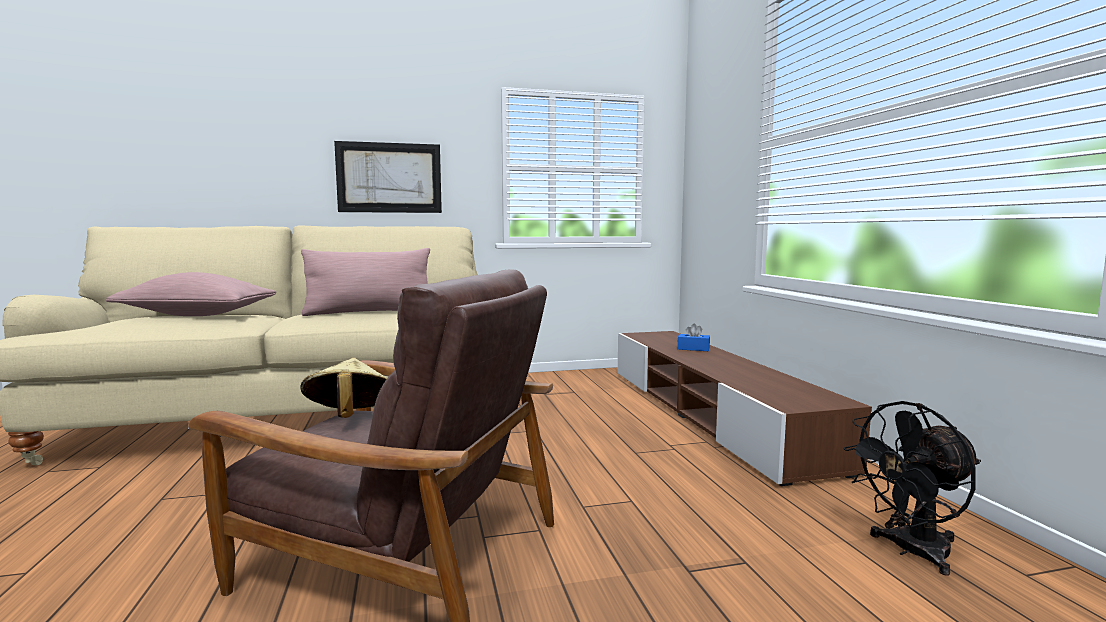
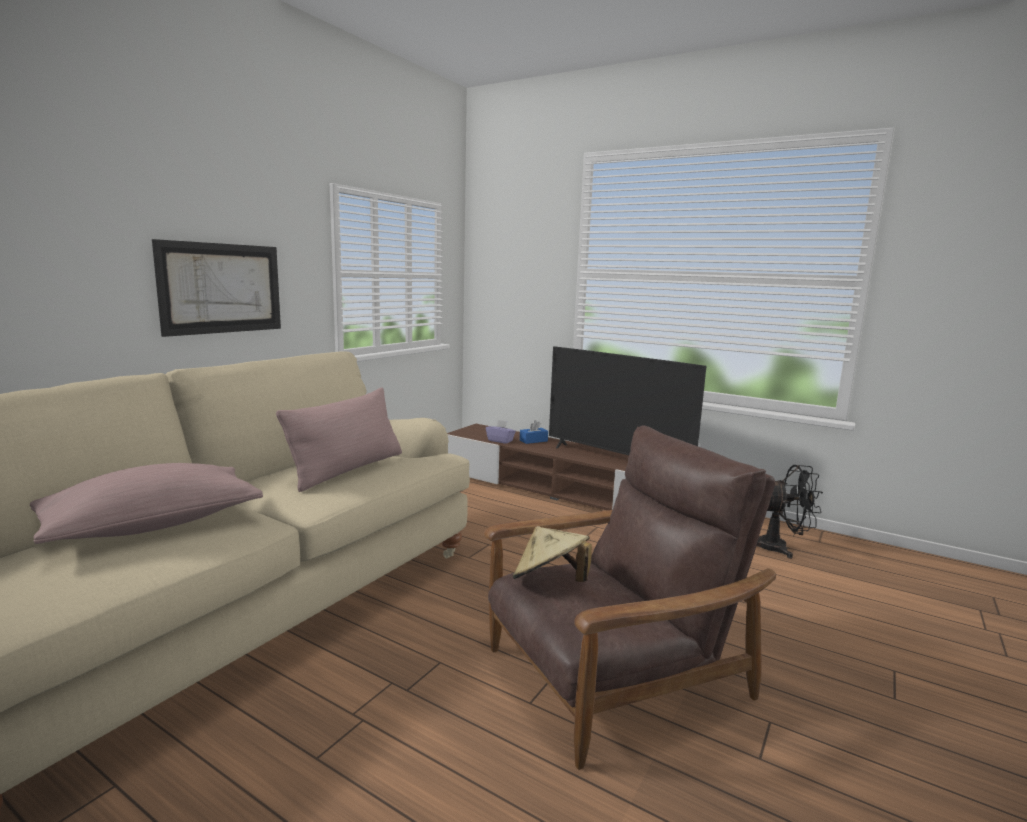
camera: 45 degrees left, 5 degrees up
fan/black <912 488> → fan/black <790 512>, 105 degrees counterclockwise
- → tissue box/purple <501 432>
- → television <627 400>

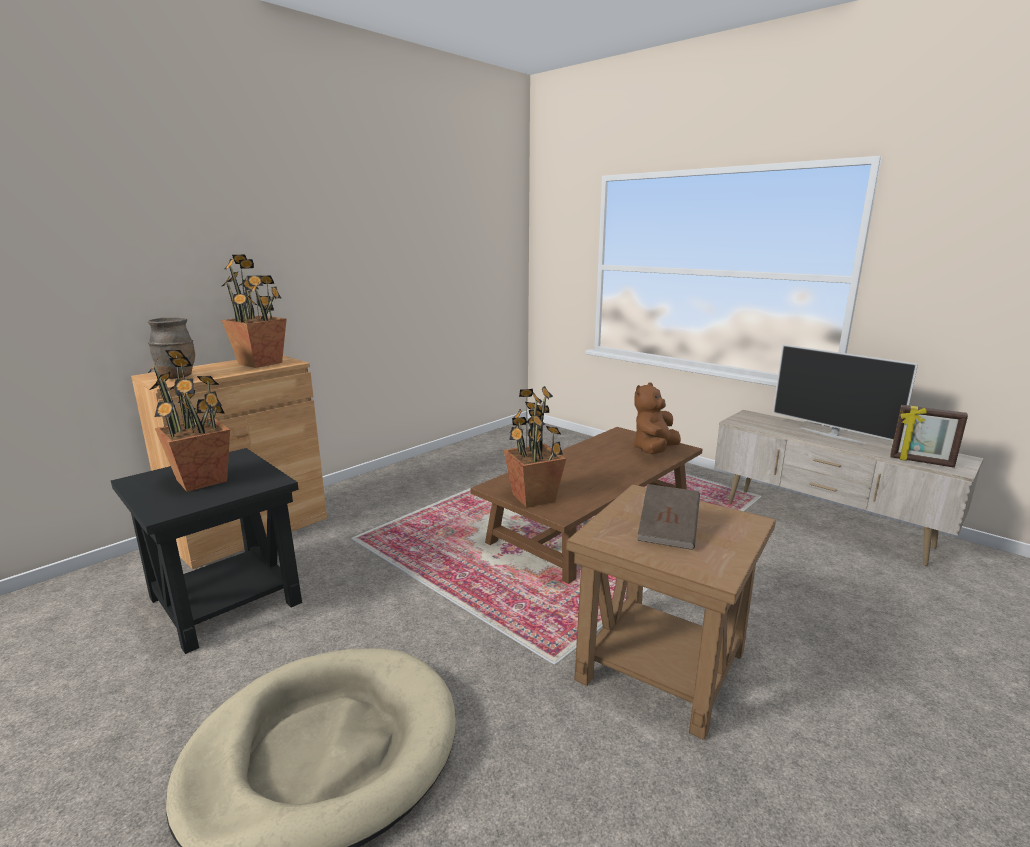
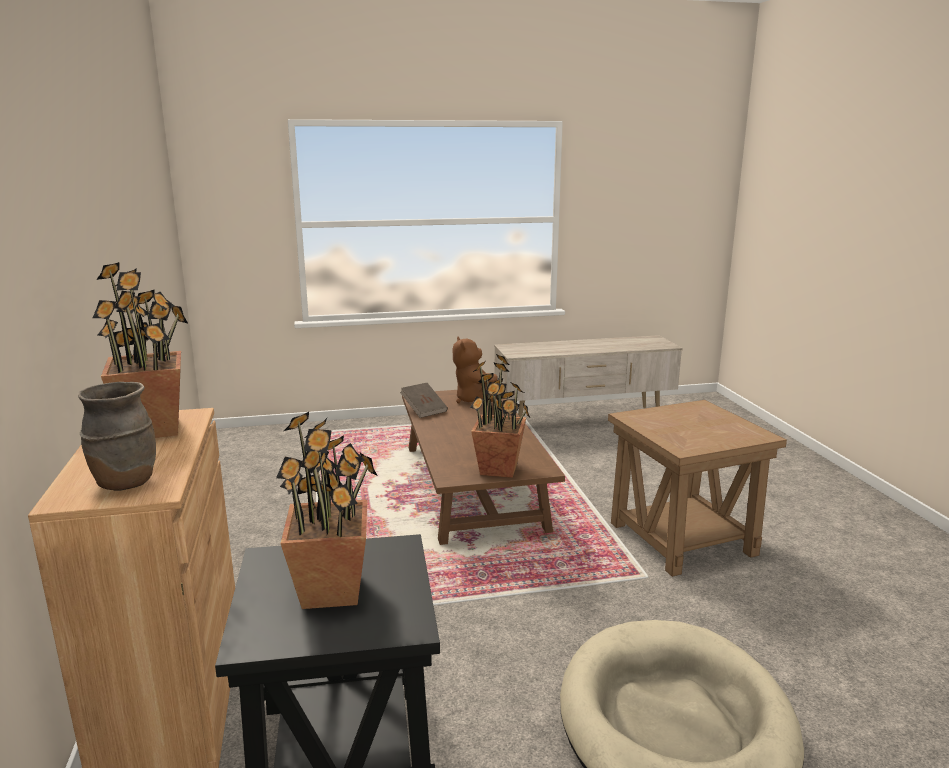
camera: 55 degrees left, 0 degrees up
book/brown <669 517> → book/brown <424 400>, relocated
television <845 394> → -
picture frame <929 436> → -

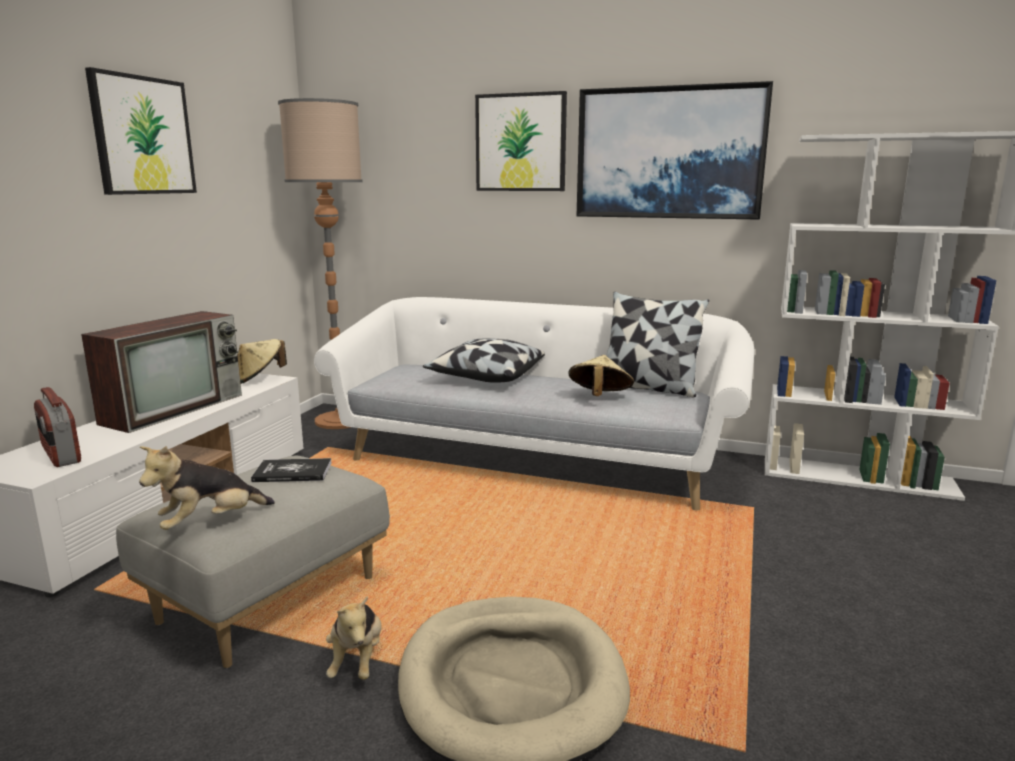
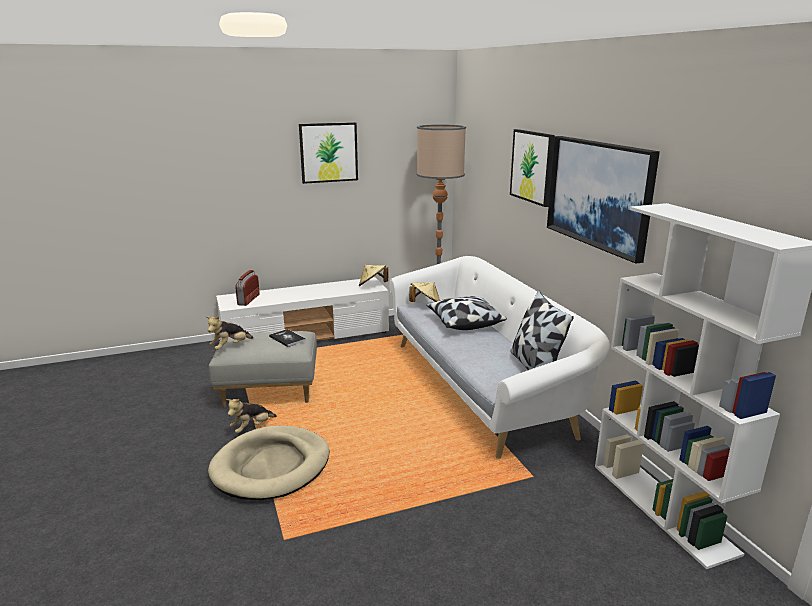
camera: 50 degrees right, 5 degrees up
television <161 372> → -
plush toy <207 488> → plush toy <230 333>, 60 degrees counterclockwise
hat/beige <601 375> → hat/beige <424 292>, relocated

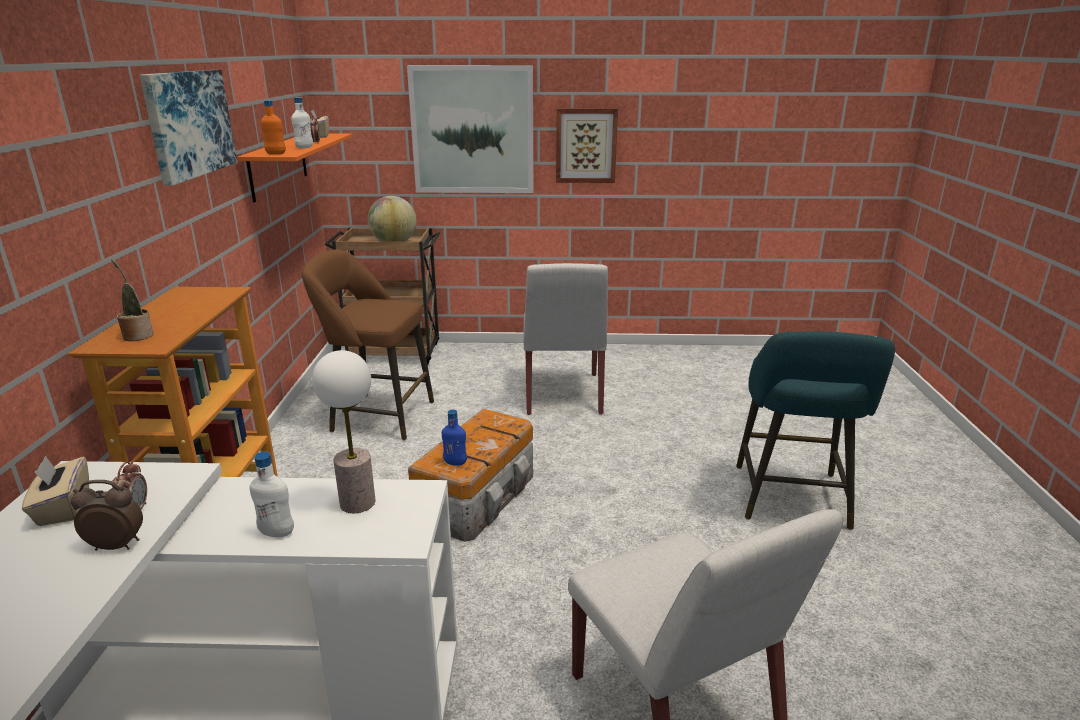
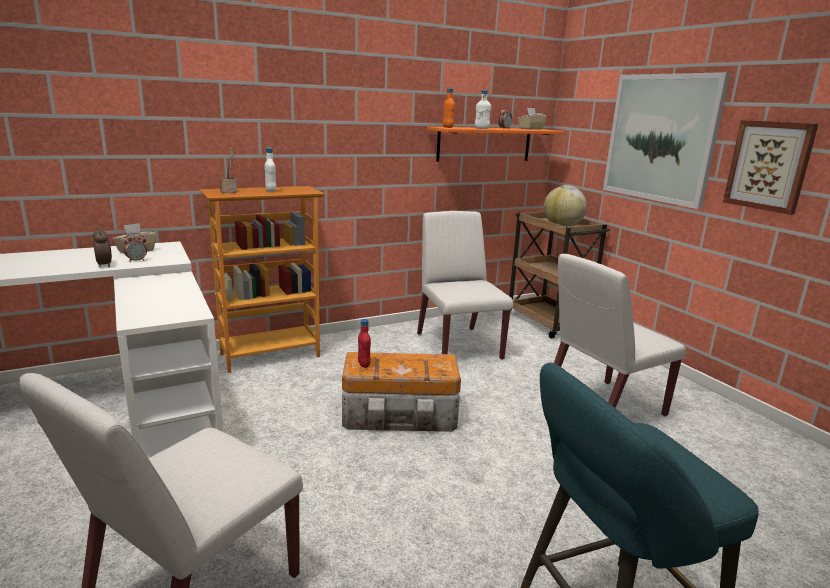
camera: 60 degrees right, 5 degrees down
picture <188 128> → -
bottle/white <272 494> → bottle/white <270 170>, relocated
stool/brown <368 345> → chair/white <465 285>
table lamp <344 431> → -
bottle/blue <454 437> → bottle/red <364 343>

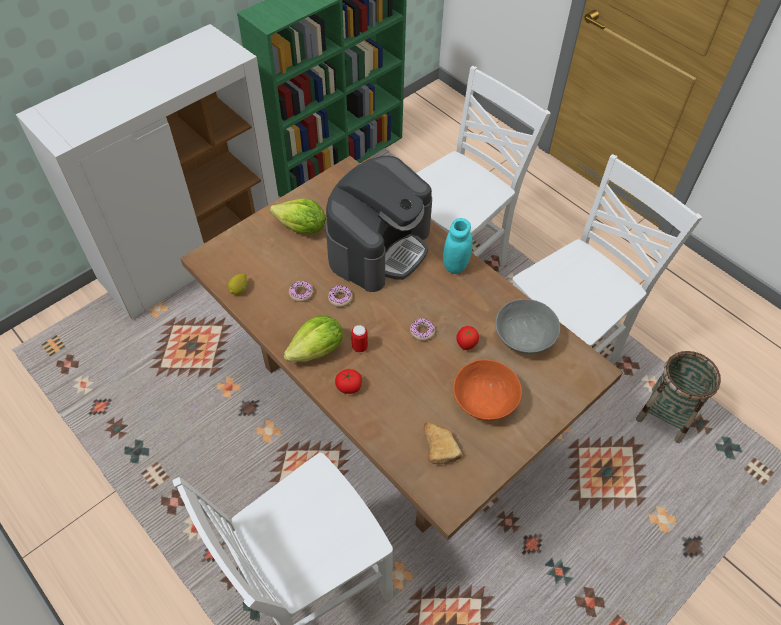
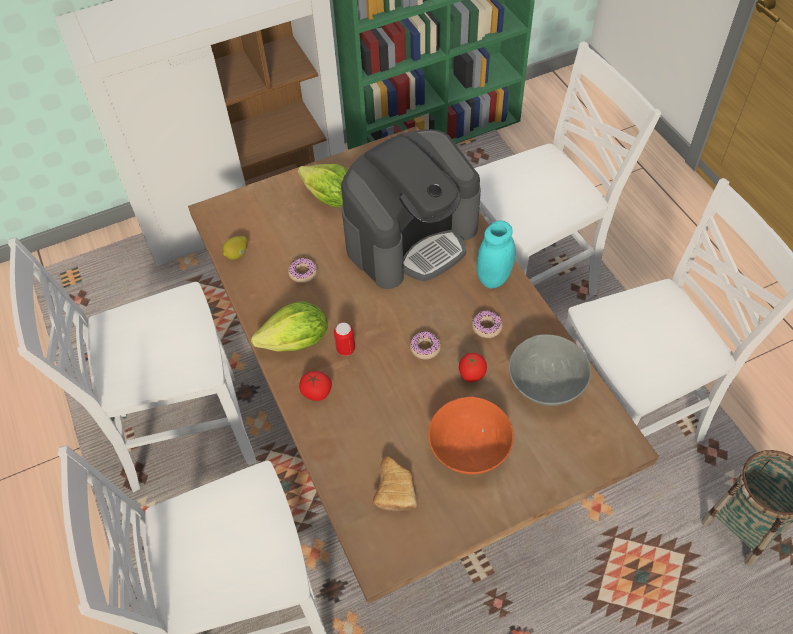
camera: 20 degrees right, 0 degrees up
donut <340 296> → donut <487 324>, relocated
- → chair/white <132 365>

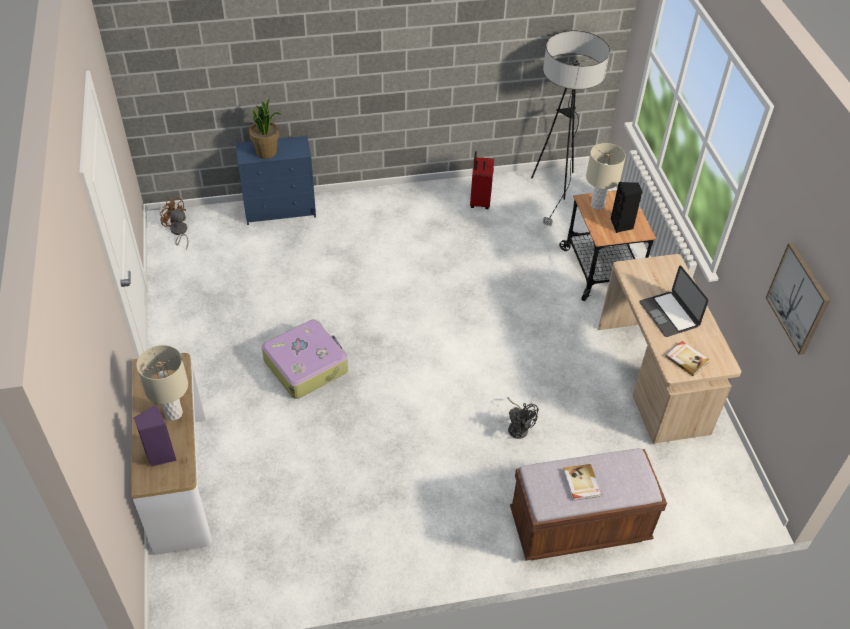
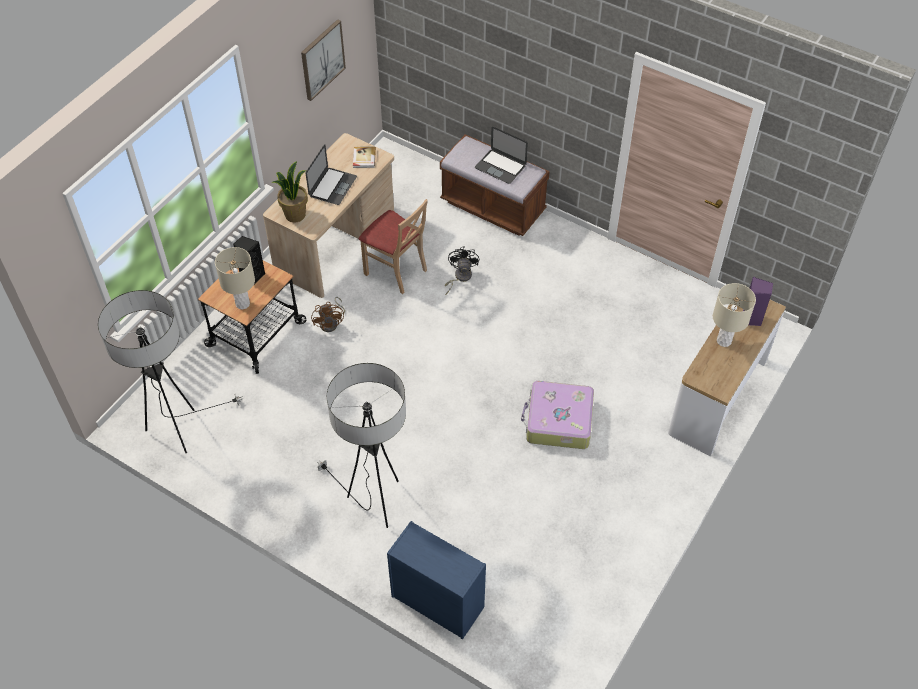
camera: 135 degrees left, 5 degrees up
fan/brown <174 223> → fan/brown <328 314>, relocated
potted plant <265 129> → potted plant <290 191>, relocated
suitcase/red <482 180> → -
book <582 482> → laptop <501 155>
- → floor lamp <361 445>
- → chair/beige <393 246>

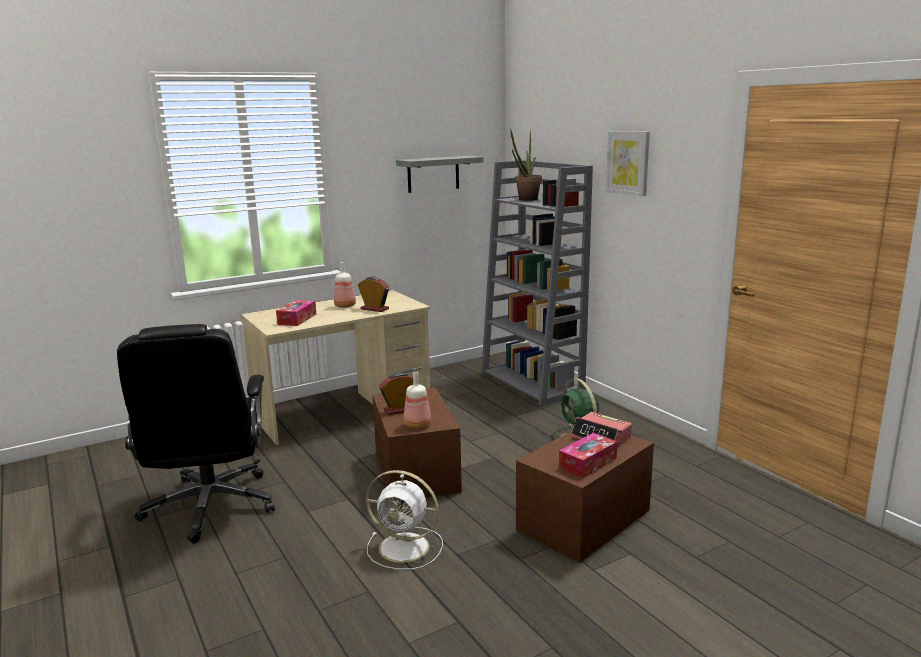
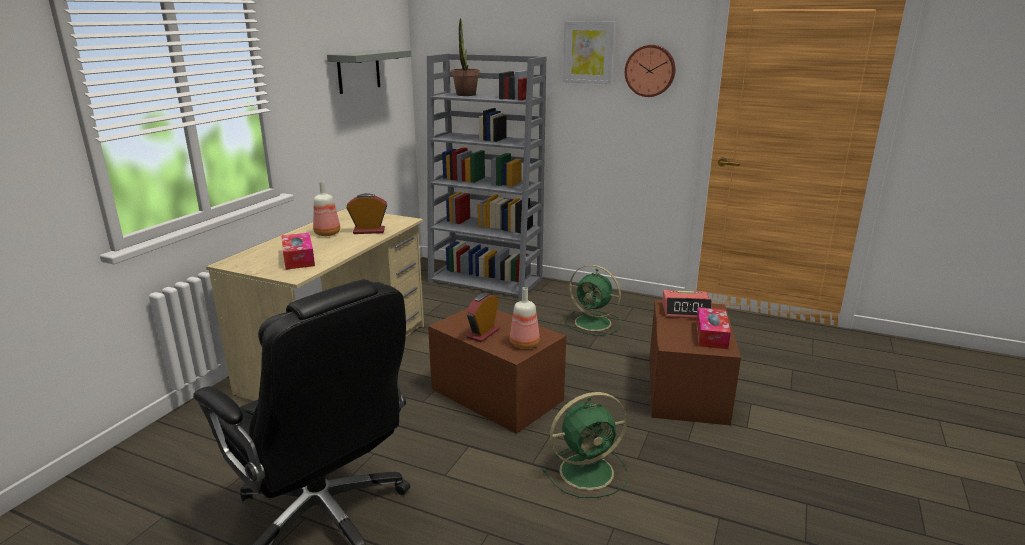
camera: 35 degrees left, 5 degrees up
fan/white <404 520> → fan/green <585 445>
- → wall clock <650 71>

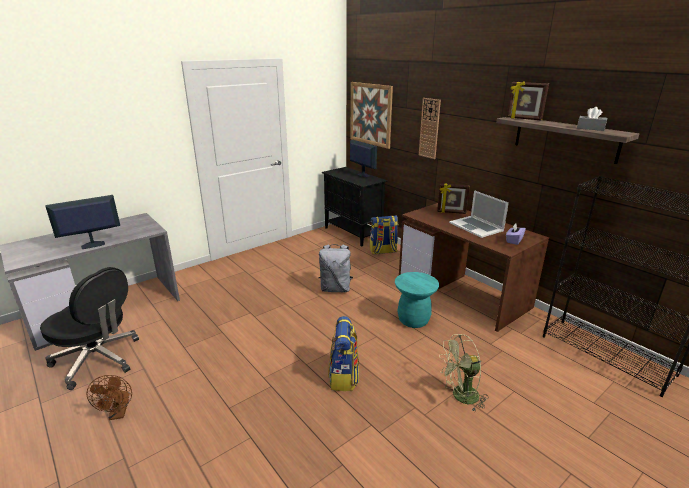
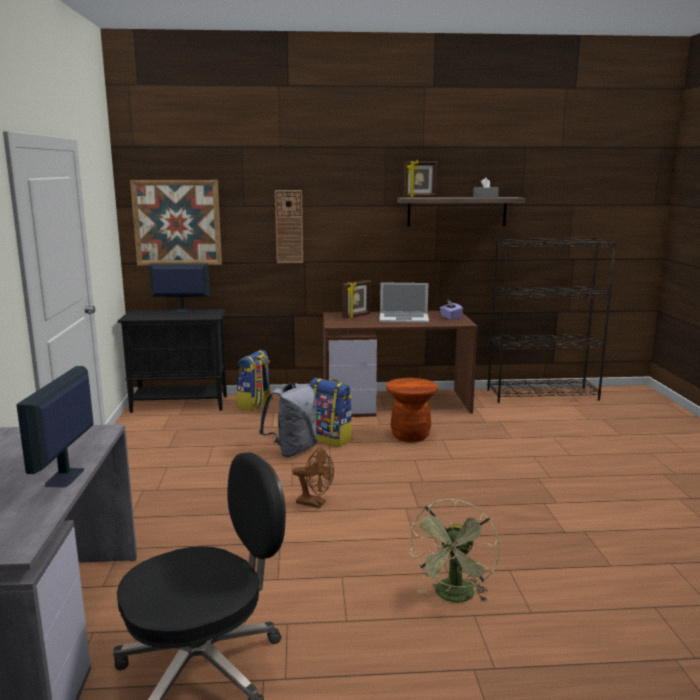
camera: 55 degrees left, 10 degrees down
fan/brown <109 397> → fan/brown <313 478>, relocated
backpack <343 353> → backpack <331 412>, relocated
stool/turquoise <417 300> → stool/brown <412 410>
fan/green <463 373> → fan/green <454 551>, relocated

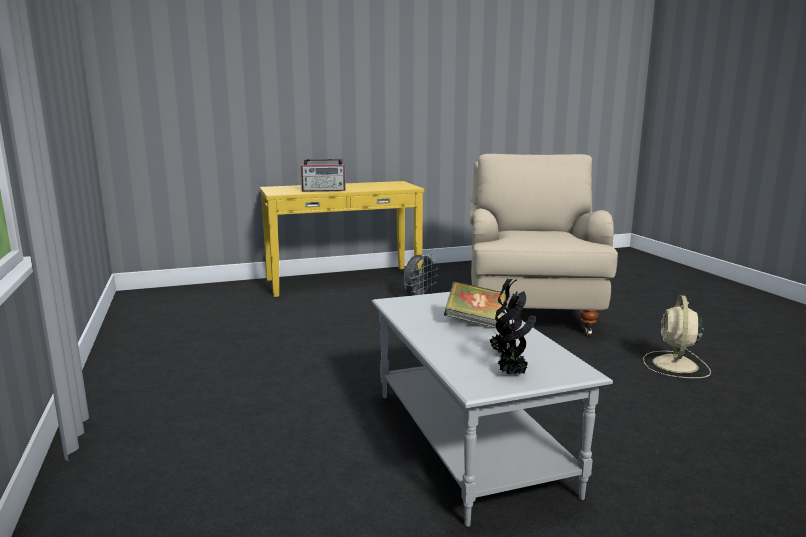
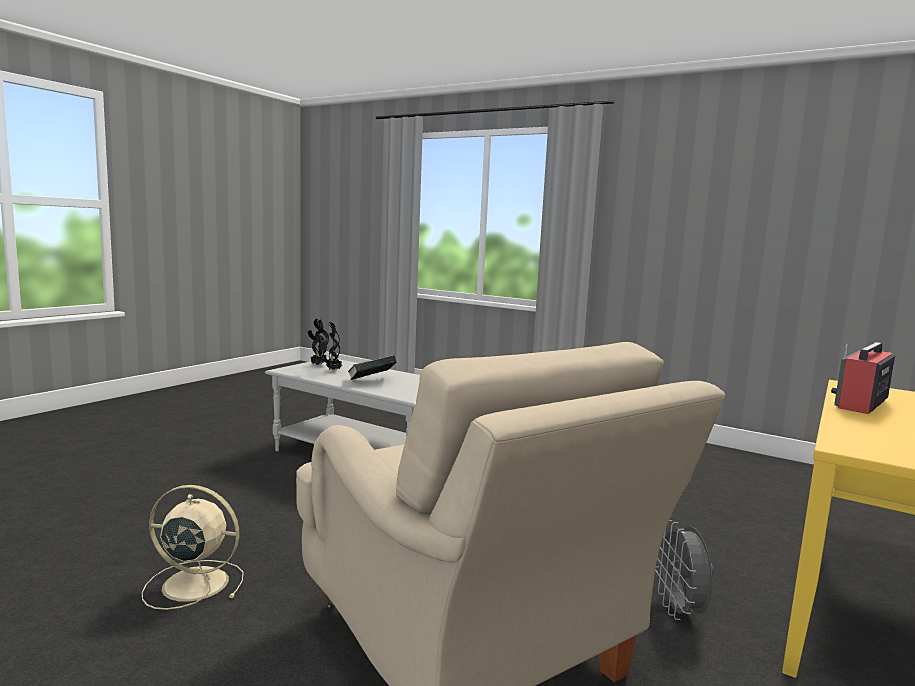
camera: 140 degrees right, 5 degrees down
fan/beige <677 336> → fan/beige <193 547>, 60 degrees counterclockwise

